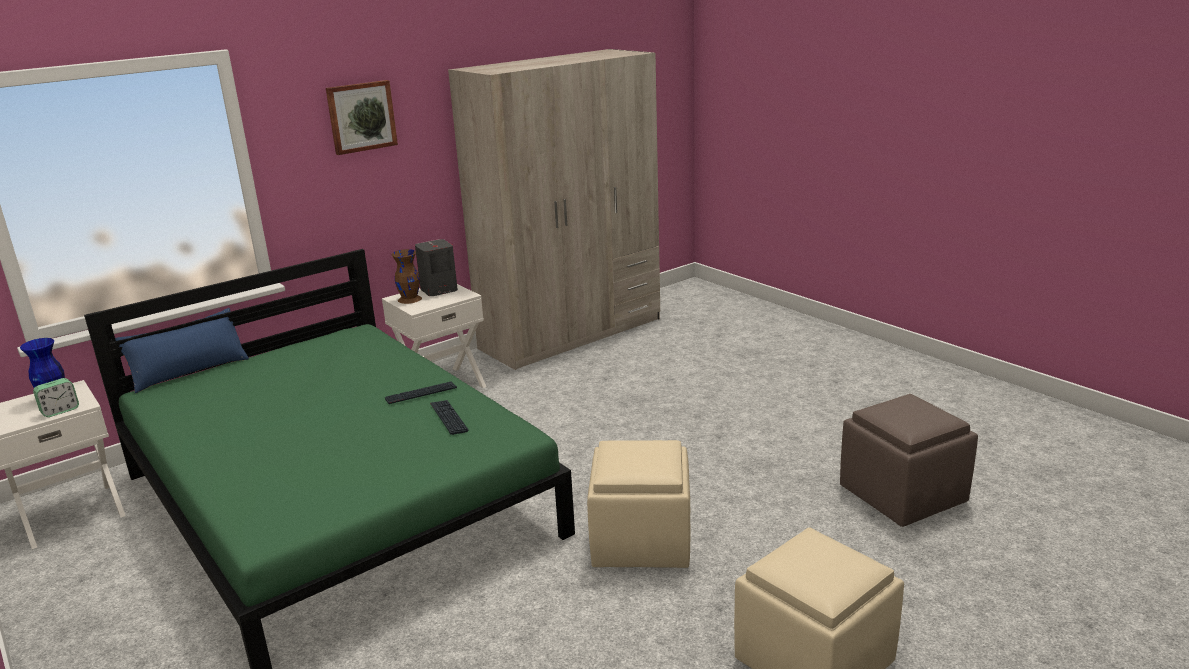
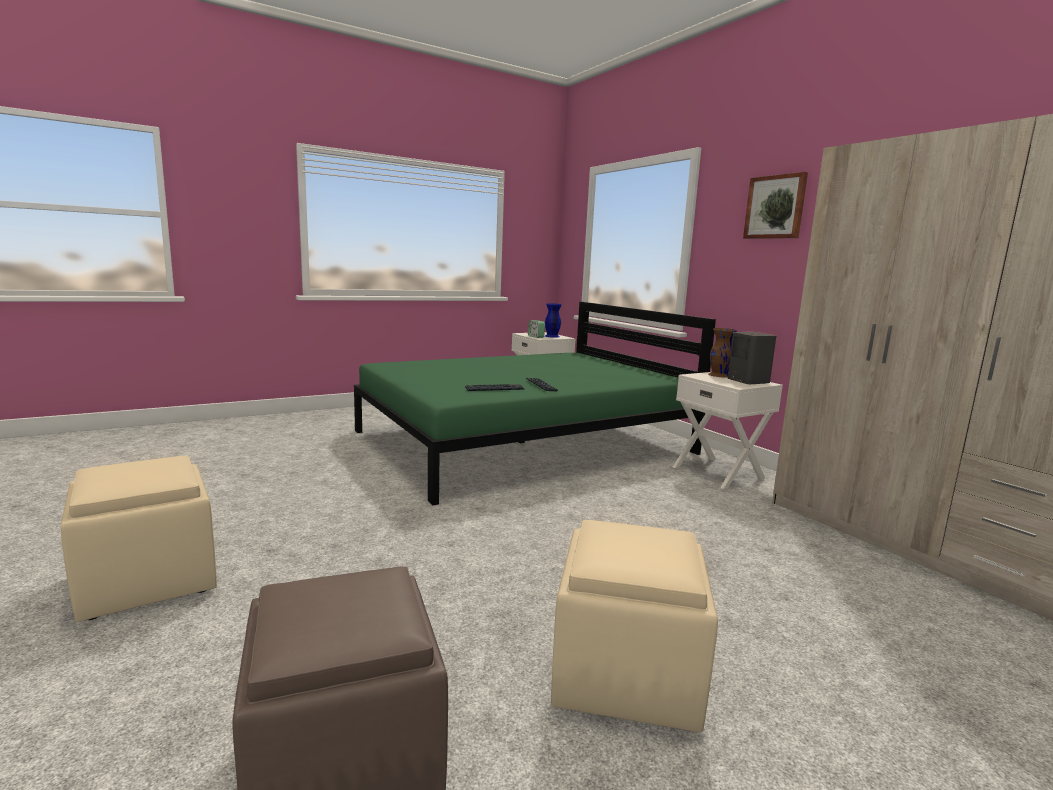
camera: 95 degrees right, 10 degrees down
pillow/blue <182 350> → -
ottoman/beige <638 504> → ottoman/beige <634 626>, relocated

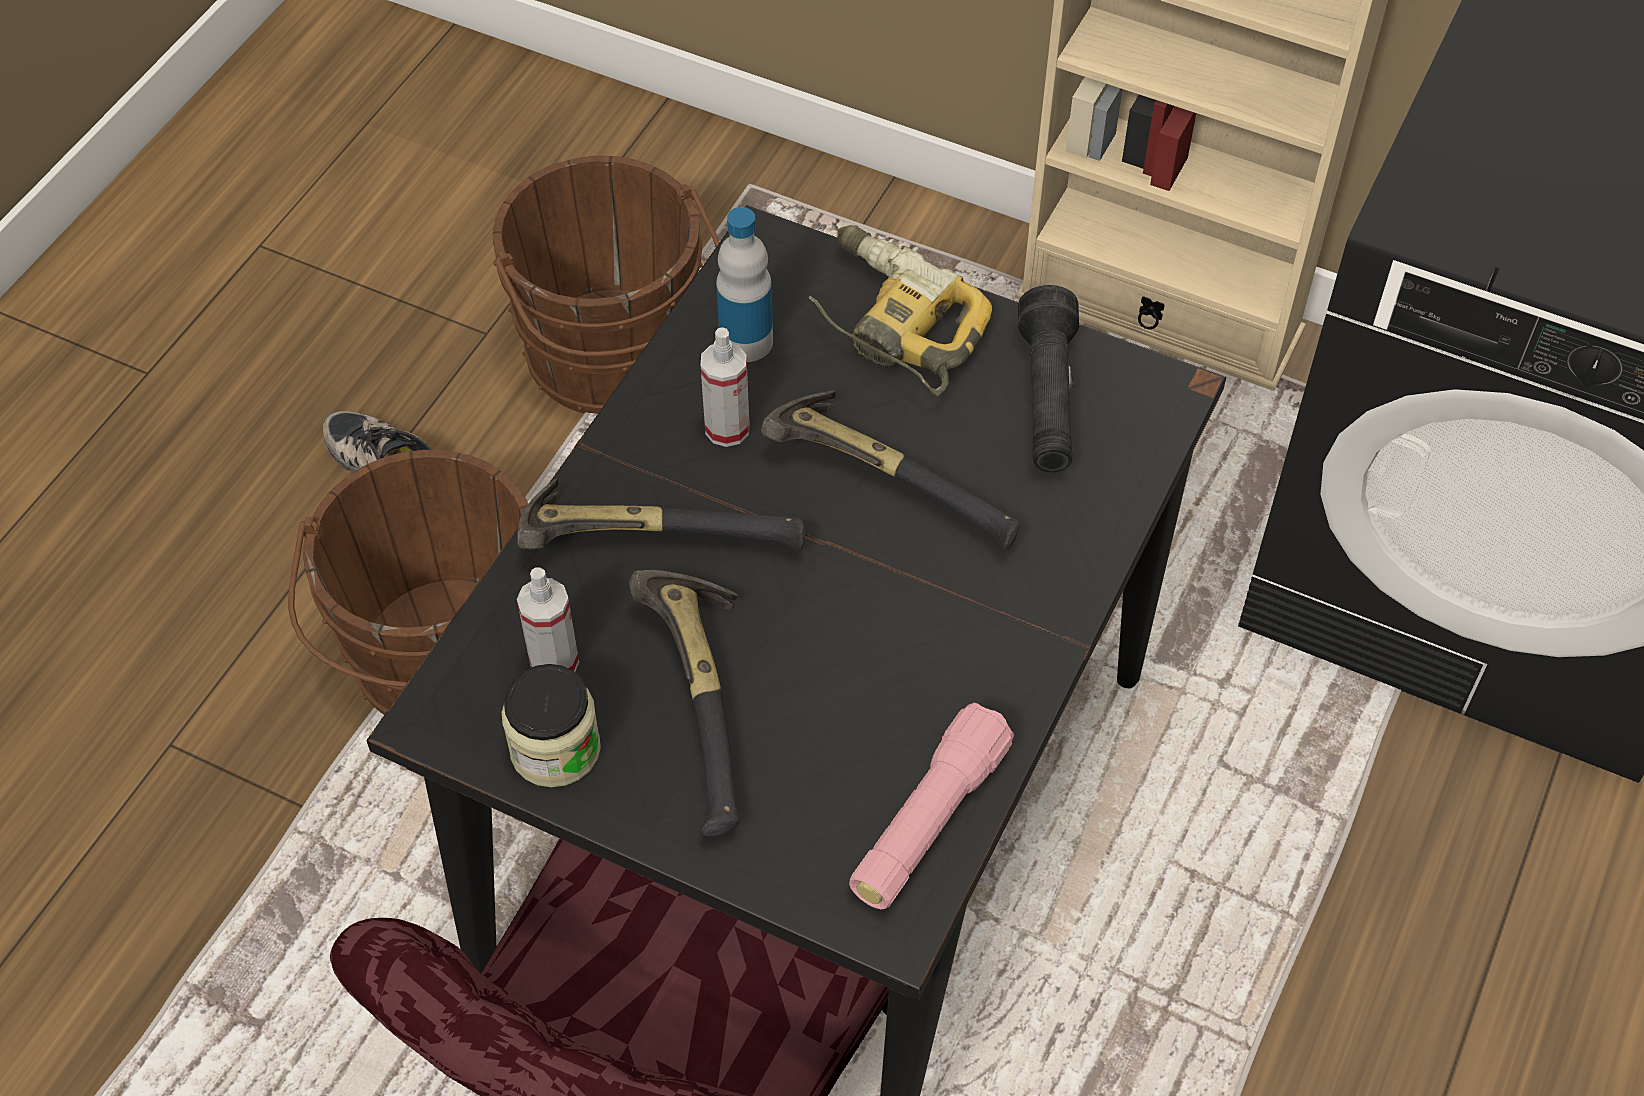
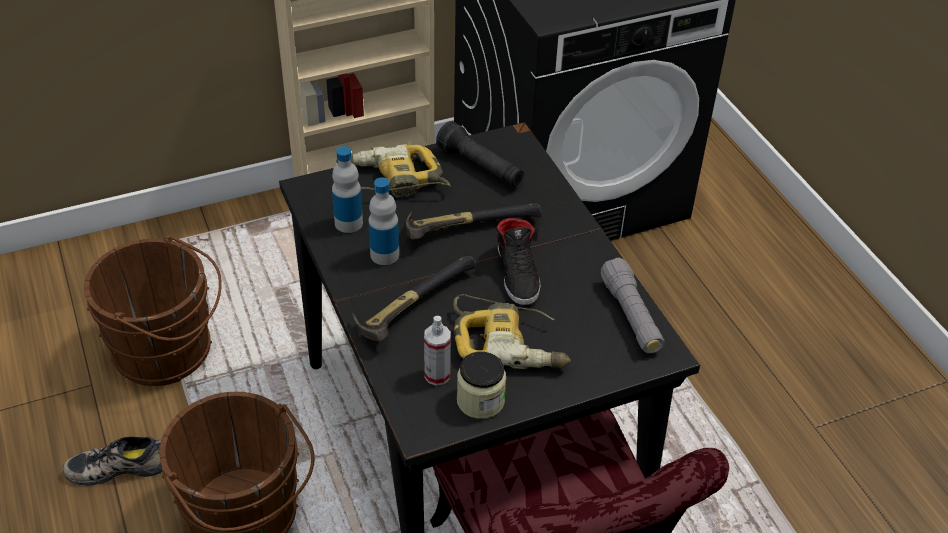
camera: 50 degrees left, 10 degrees down
hammer <684 703> → power drill <512 331>
spray bottle <725 387> → bottle <383 221>
flashlight/pink <931 806> → flashlight/grey <632 306>
- → shoe/black <518 261>

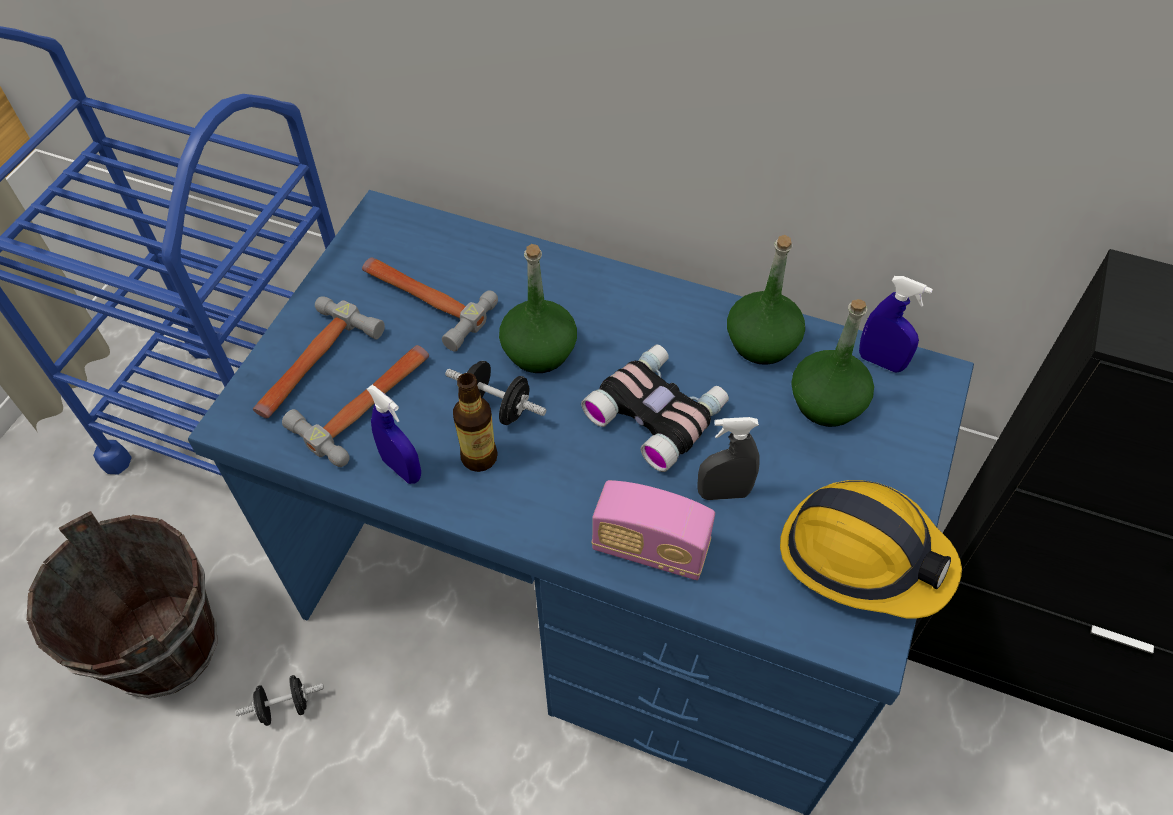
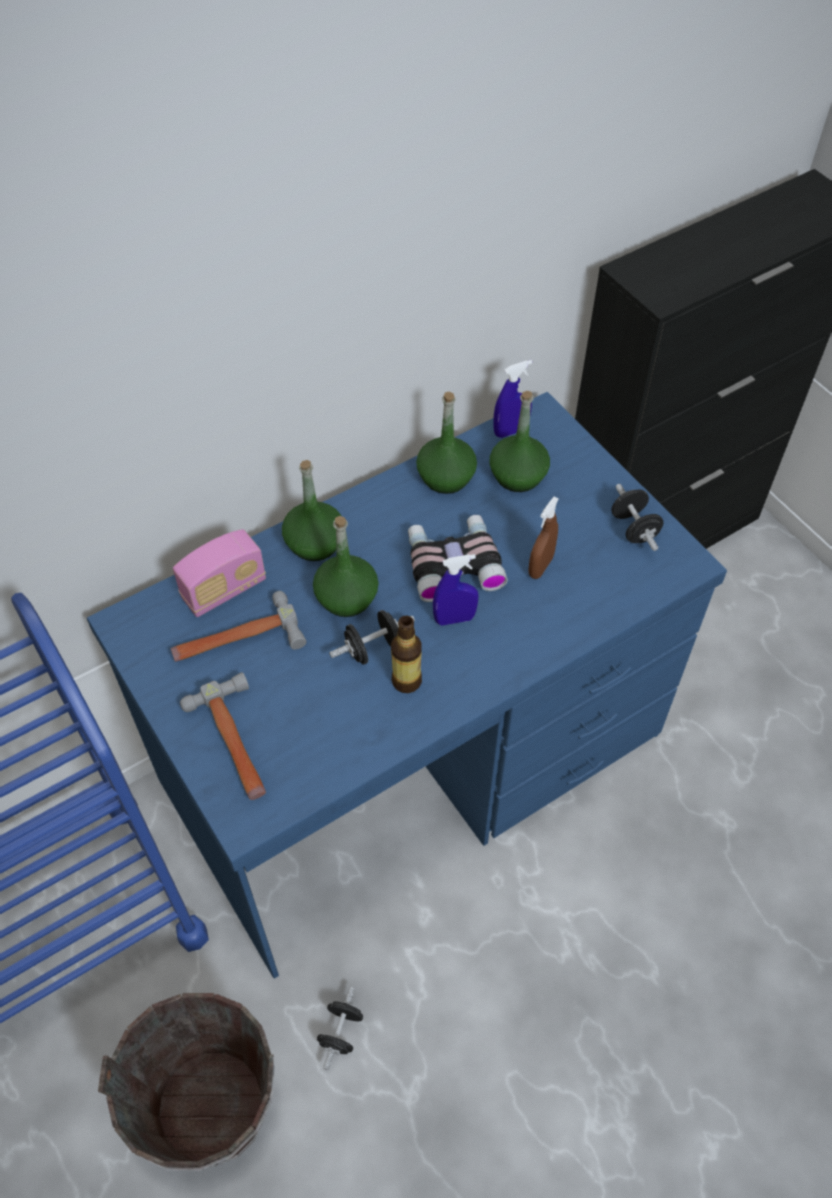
camera: 55 degrees left, 0 degrees up
hammer <355 406> → -
spray bottle/blue <394 434> → spray bottle/blue <456 589>, relocated
radio <653 530> → radio <219 573>, relocated
spray bottle/grey <728 458> → spray bottle/brown <543 538>
hard hat <871 549> → dumbbell/black <637 517>
- → bottle/green <311 510>

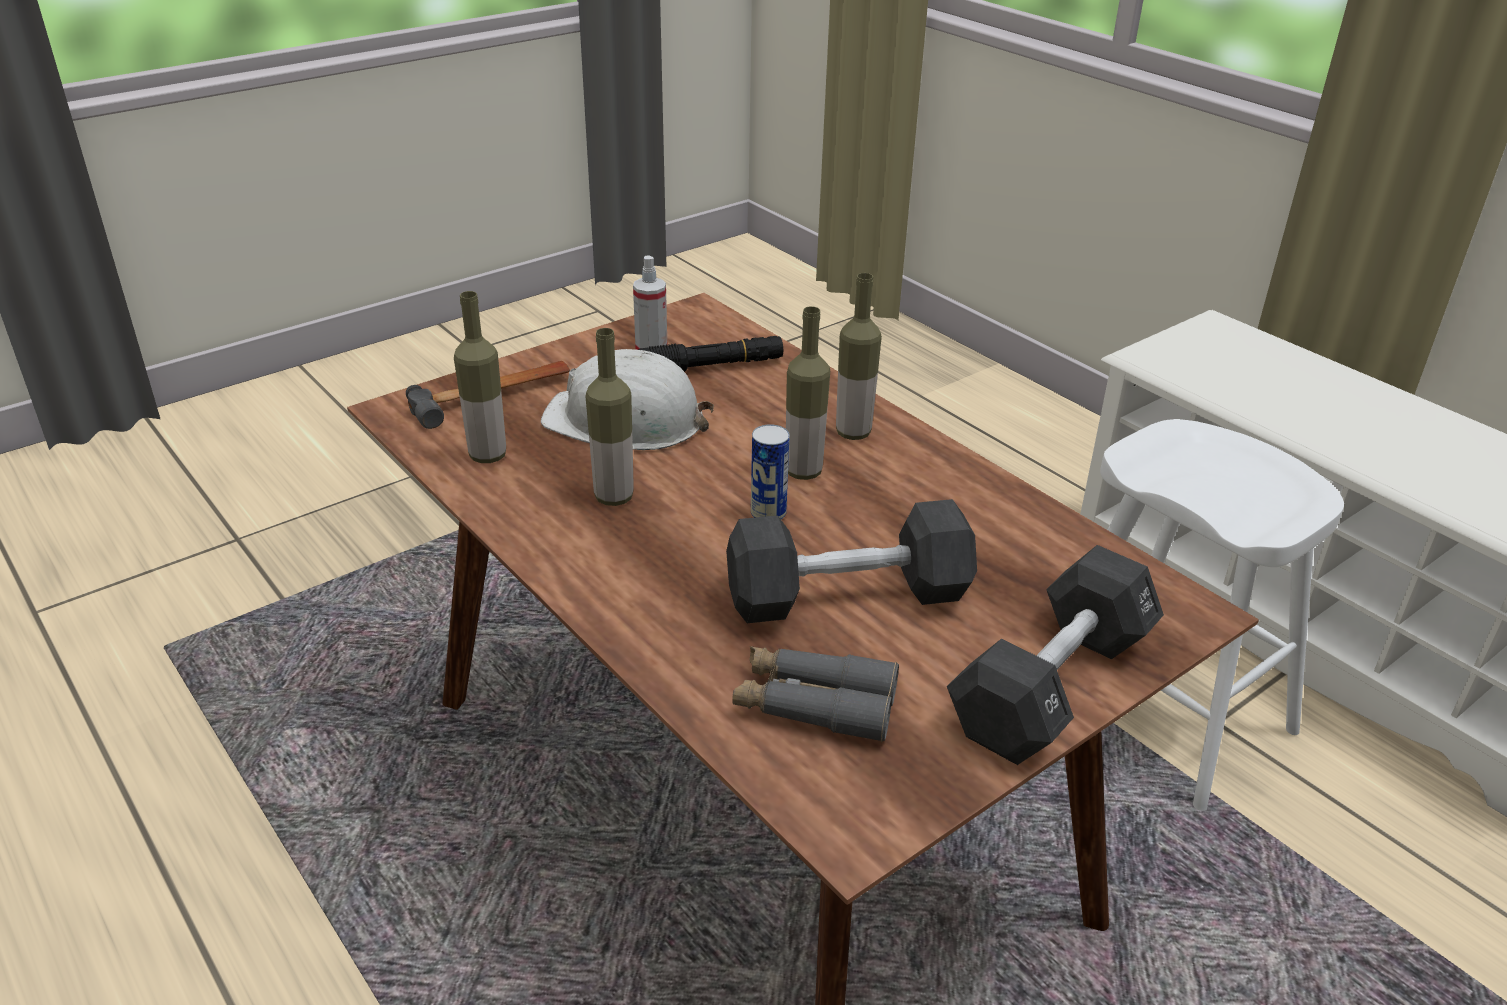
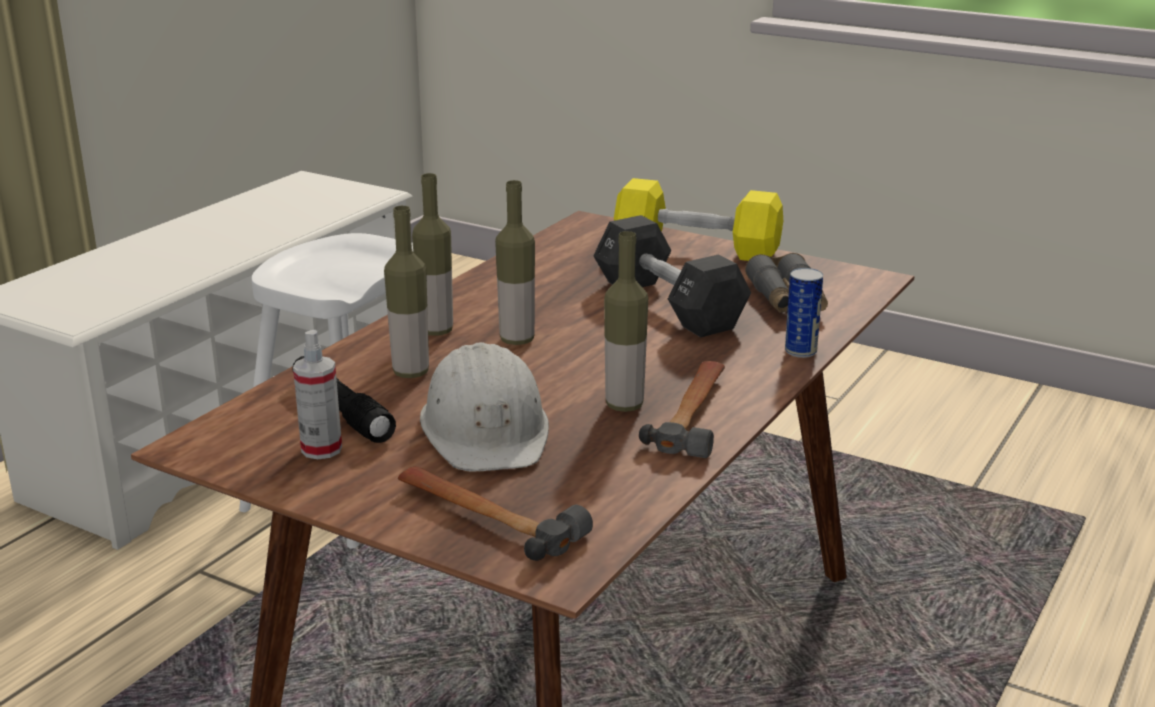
camera: 110 degrees left, 10 degrees down
bottle <480 377> → bottle <406 292>, relocated
can <770 472> → can <804 313>, relocated
dumbbell/black <1055 655> → dumbbell/yellow <698 219>
- → hammer <682 409>

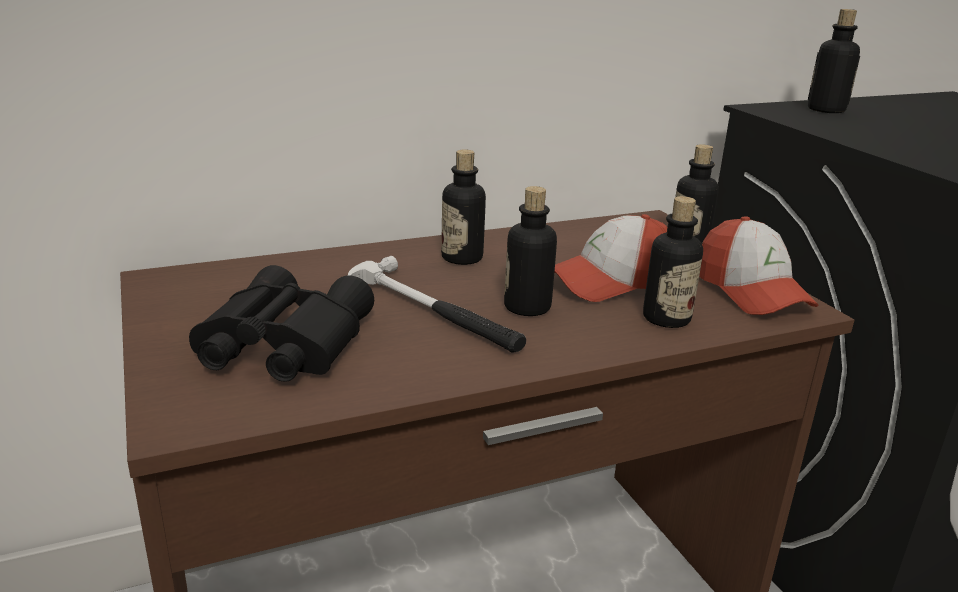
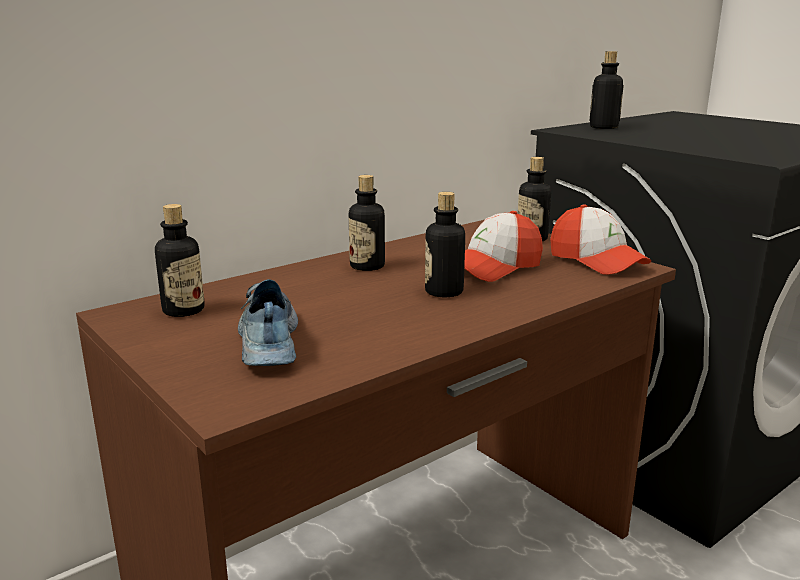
camera: 15 degrees left, 5 degrees down
binoculars/black <281 323> → shoe <268 322>
hammer <437 304> → -
bottle <673 262> → bottle <180 260>, relocated

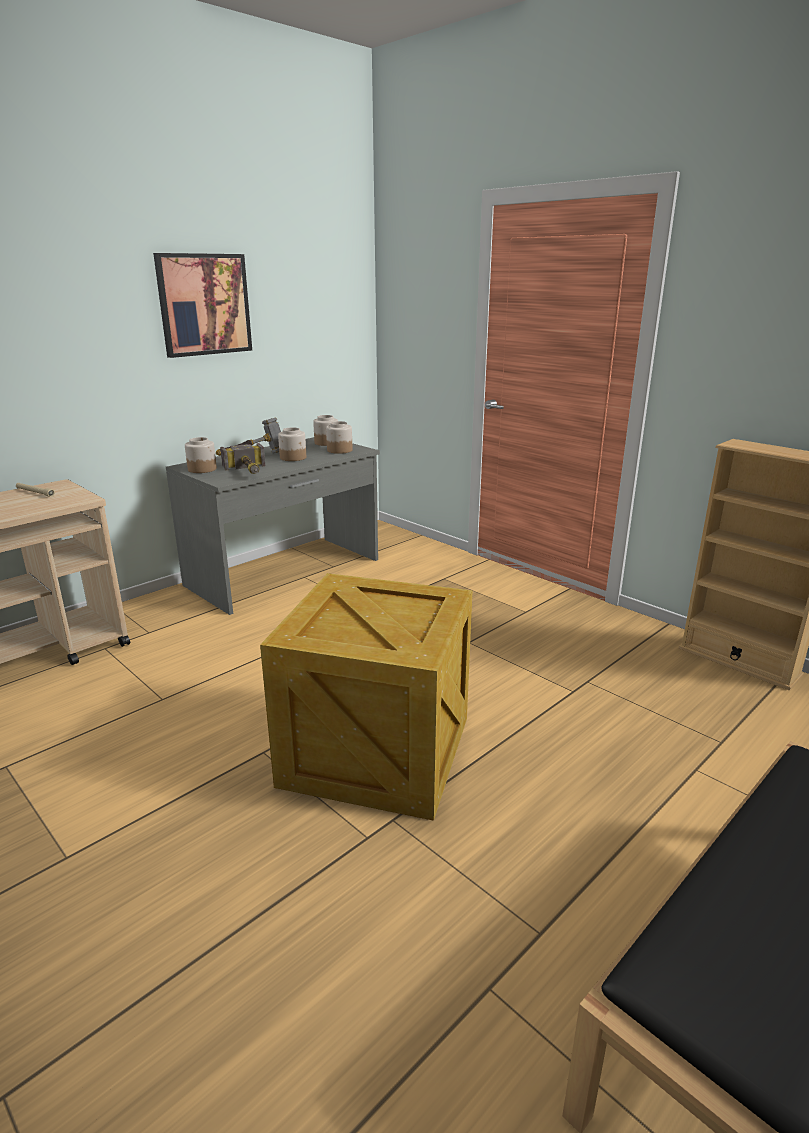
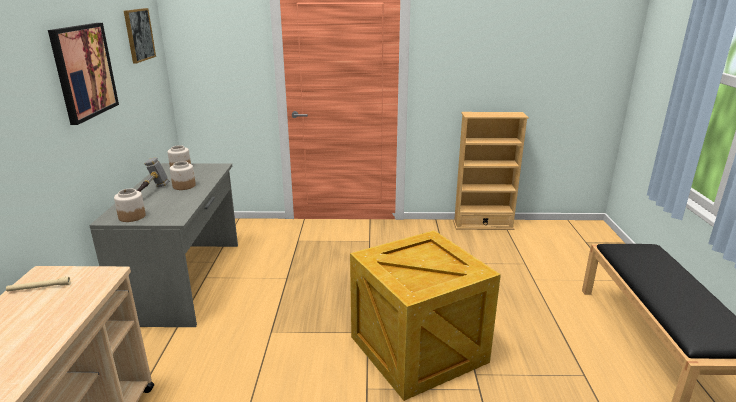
camera: 45 degrees left, 0 degrees up
hammer <242 458> → -
jar <339 437> → -
- → picture <140 35>

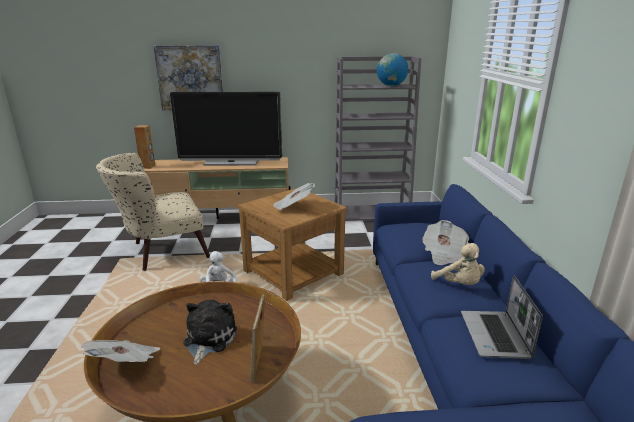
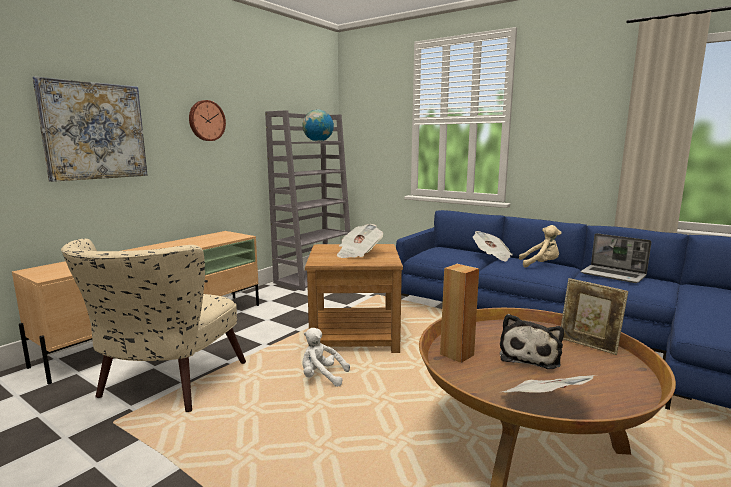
camera: 50 degrees left, 10 degrees down
speaker/brown <144 147> → speaker/brown <459 313>, relocated
television <226 128> → -
plush toy <210 332> → plush toy <532 341>, 120 degrees counterclockwise
- → wall clock <207 120>

